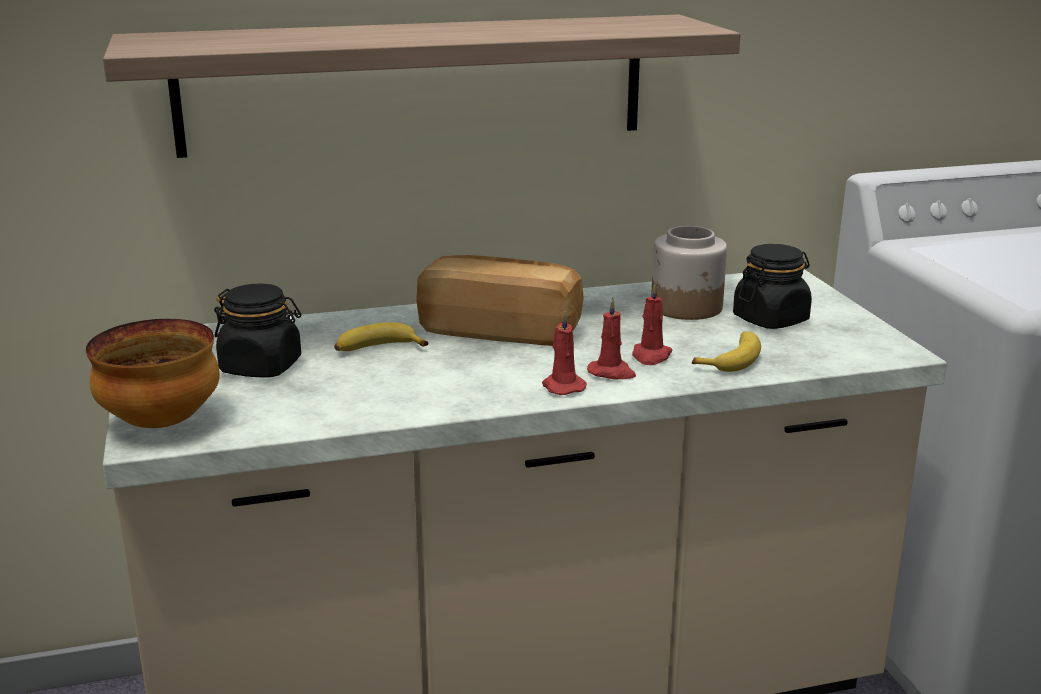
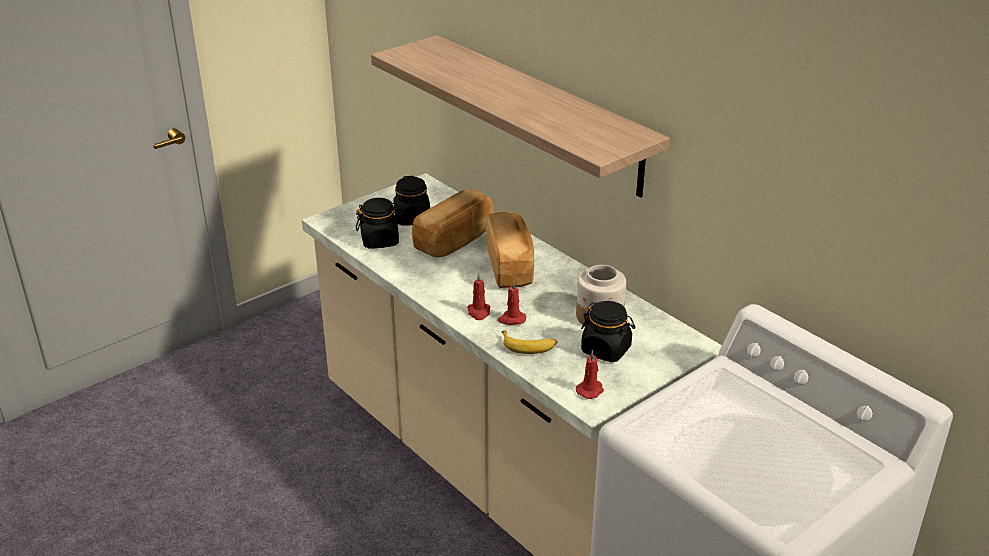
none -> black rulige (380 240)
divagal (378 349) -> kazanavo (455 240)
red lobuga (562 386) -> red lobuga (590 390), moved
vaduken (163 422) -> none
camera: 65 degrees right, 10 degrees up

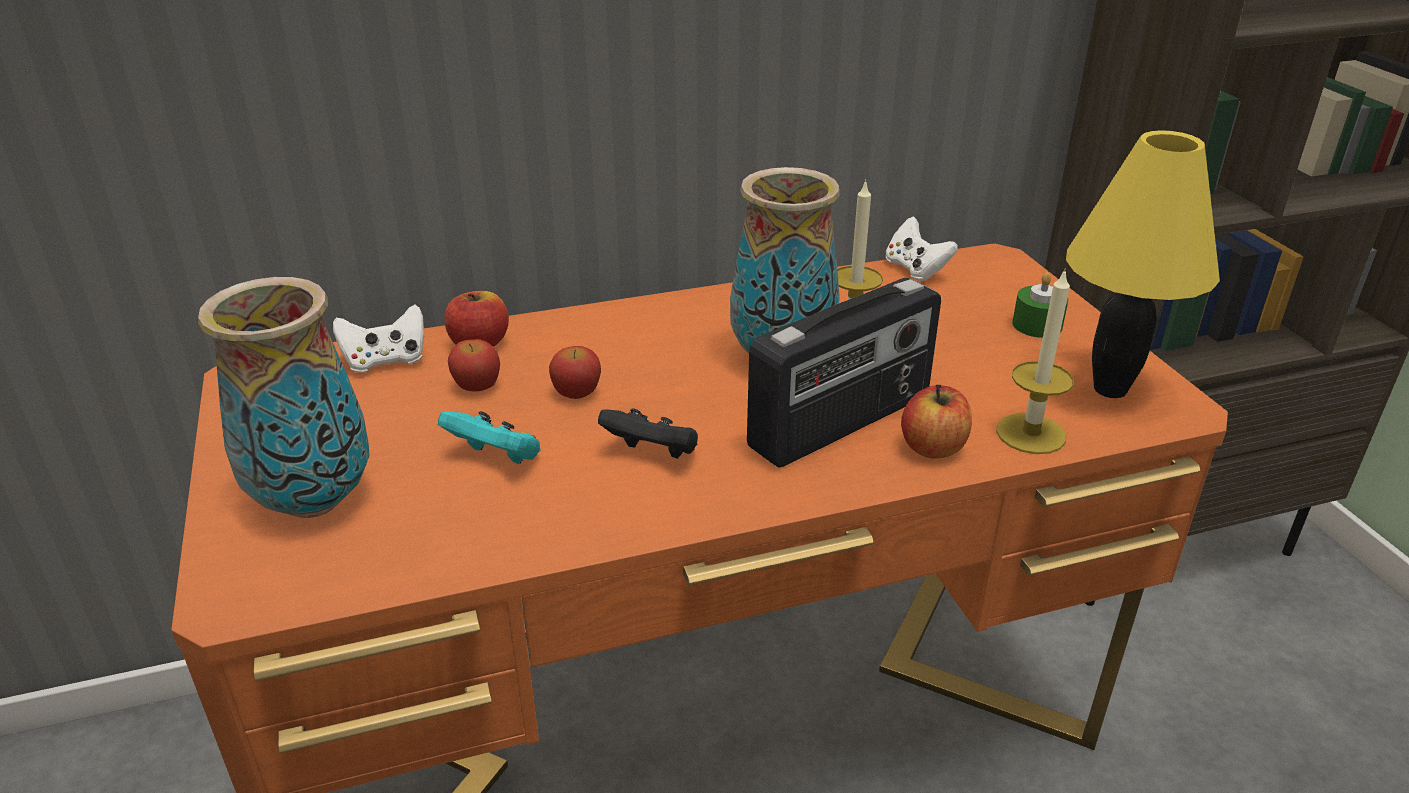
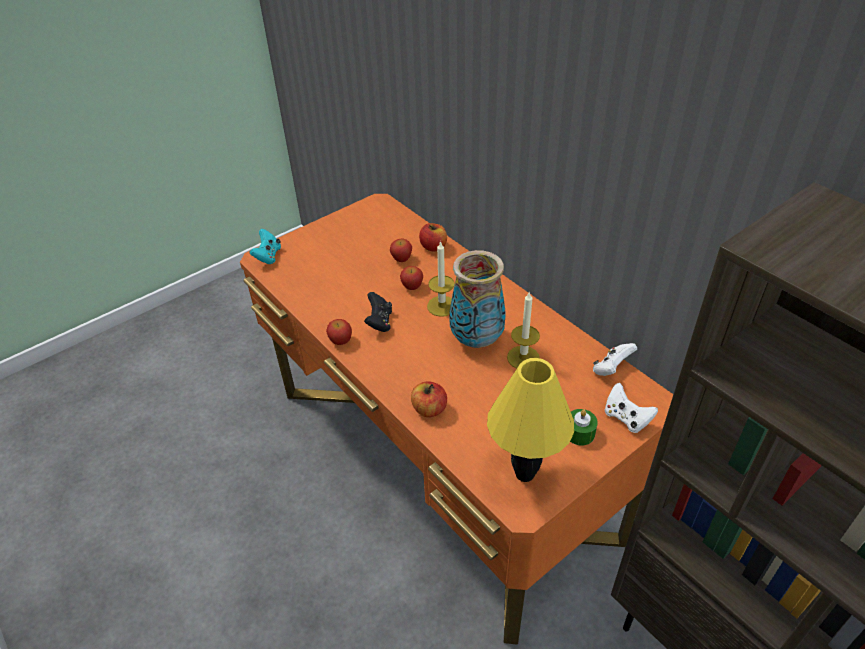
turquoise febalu (496 458) -> turquoise febalu (268 256), moved
none -> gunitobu (340 340)
lobuga (1030 433) -> lobuga (442 306), moved
white febalu (386 361) -> white febalu (626 418), moved
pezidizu (312 502) -> none
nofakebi (842 423) -> none
camera: 70 degrees right, 10 degrees up

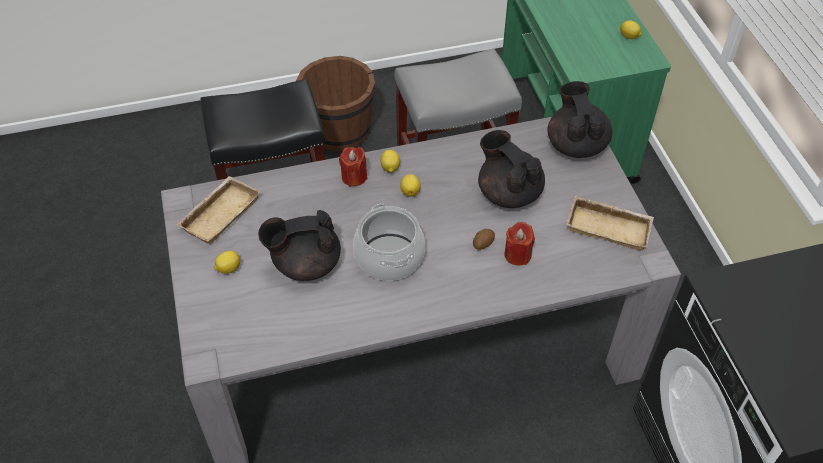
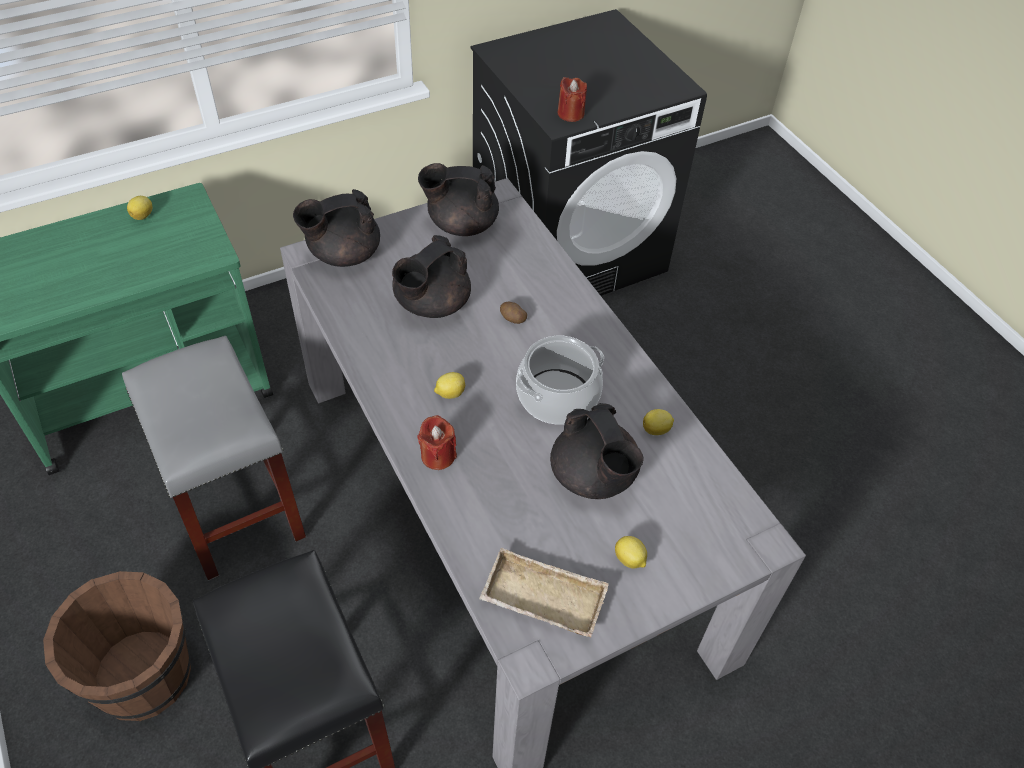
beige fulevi (610 226) -> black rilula (461 224)
red lobuga (517 255) -> red lobuga (570 113), moved
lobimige (390 168) -> lobimige (656 430), moved
camera: 105 degrees left, 0 degrees up

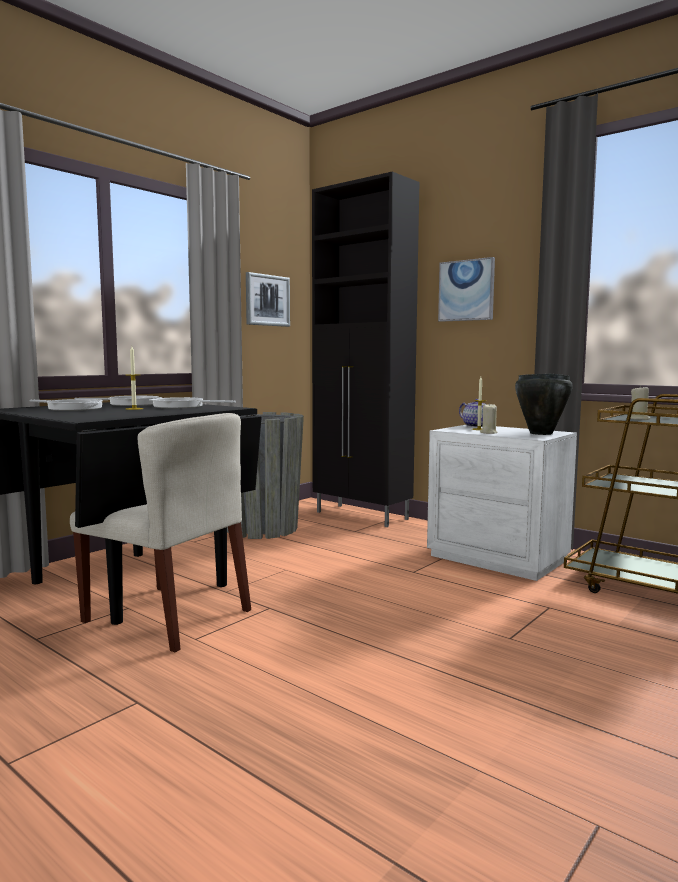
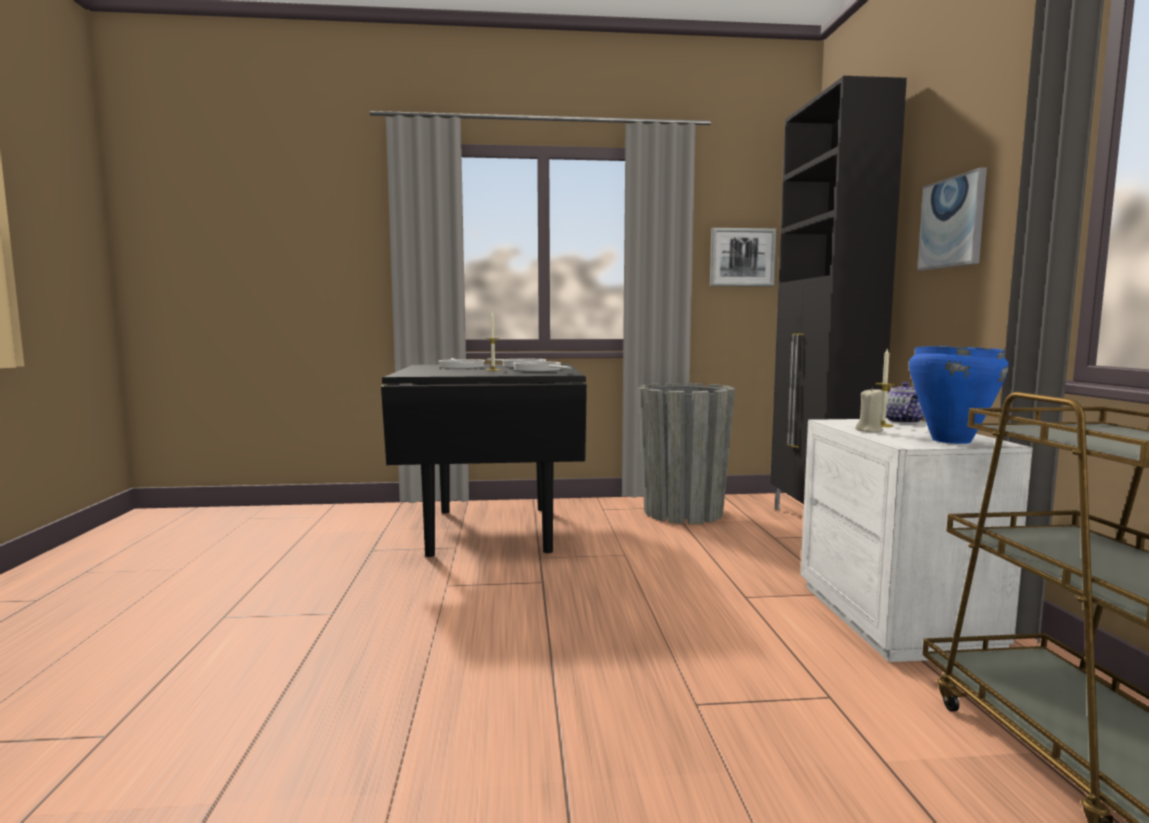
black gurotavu (540 433) -> blue gurotavu (950 440)
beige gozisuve (169 616) -> none
beige lobuga (638 419) -> none
camera: 45 degrees right, 0 degrees up

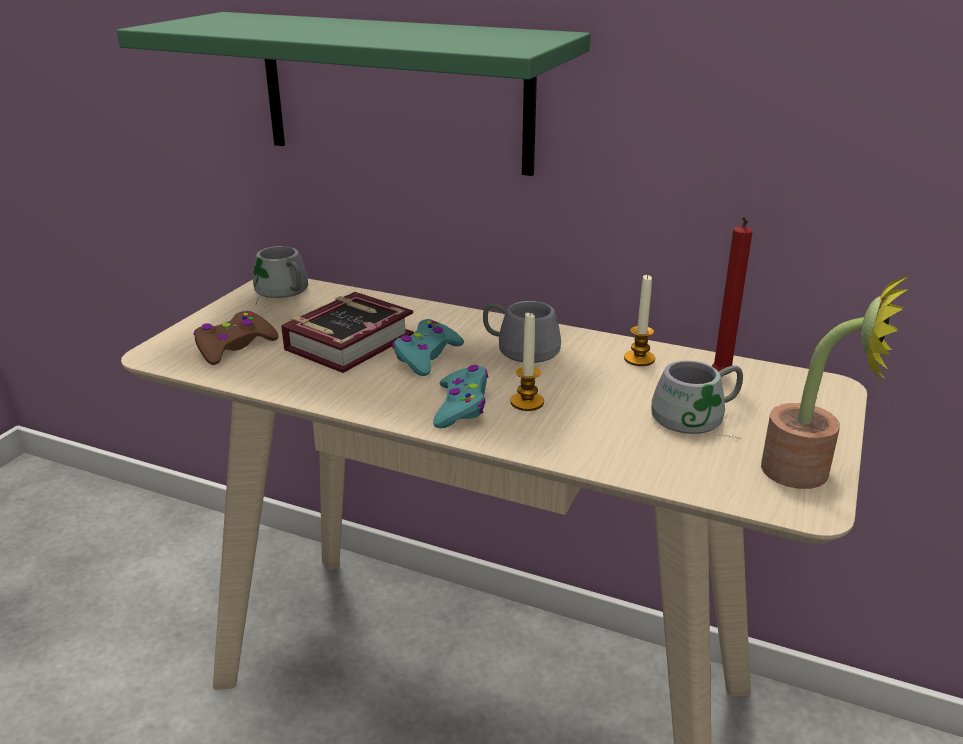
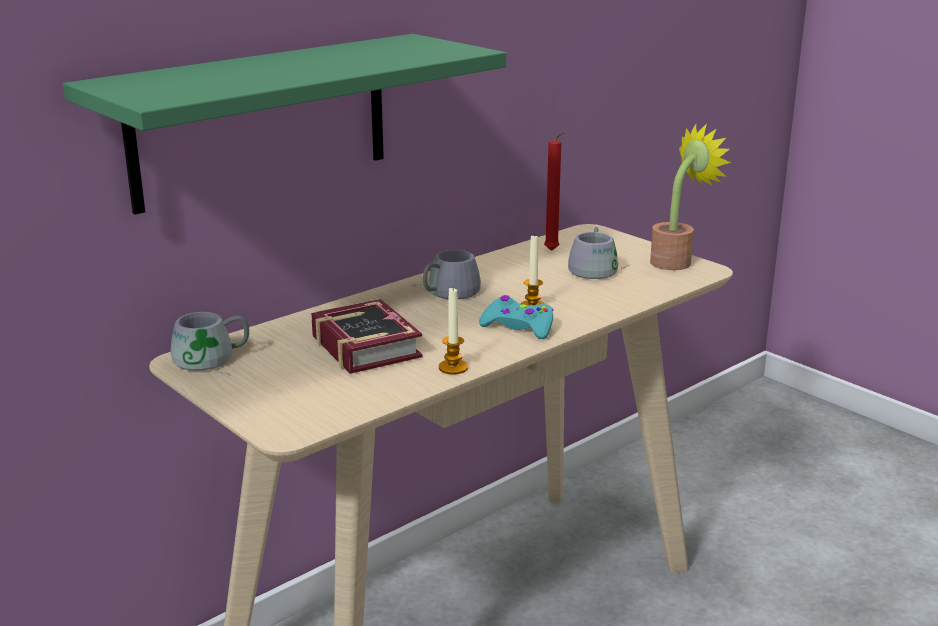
lobuga (639 359) -> lobuga (453 368), moved
brown febalu (234 347) -> none
turquoise febalu (426 356) -> none
camera: 65 degrees left, 5 degrees down

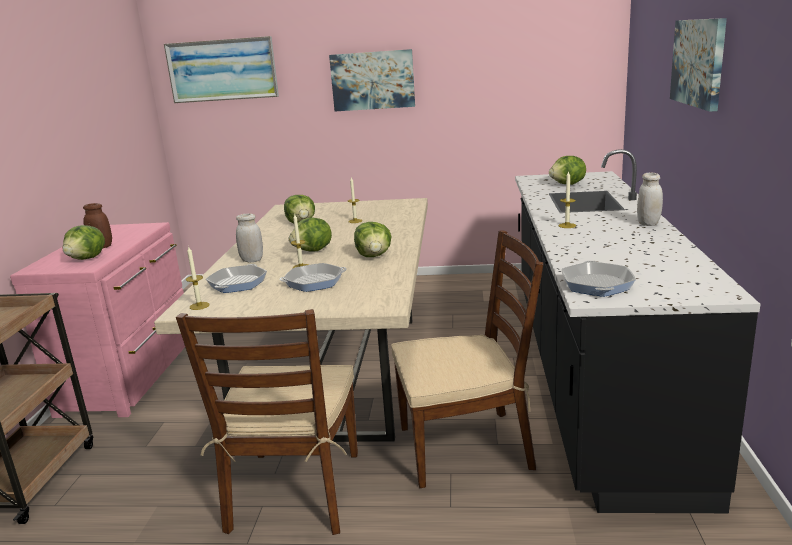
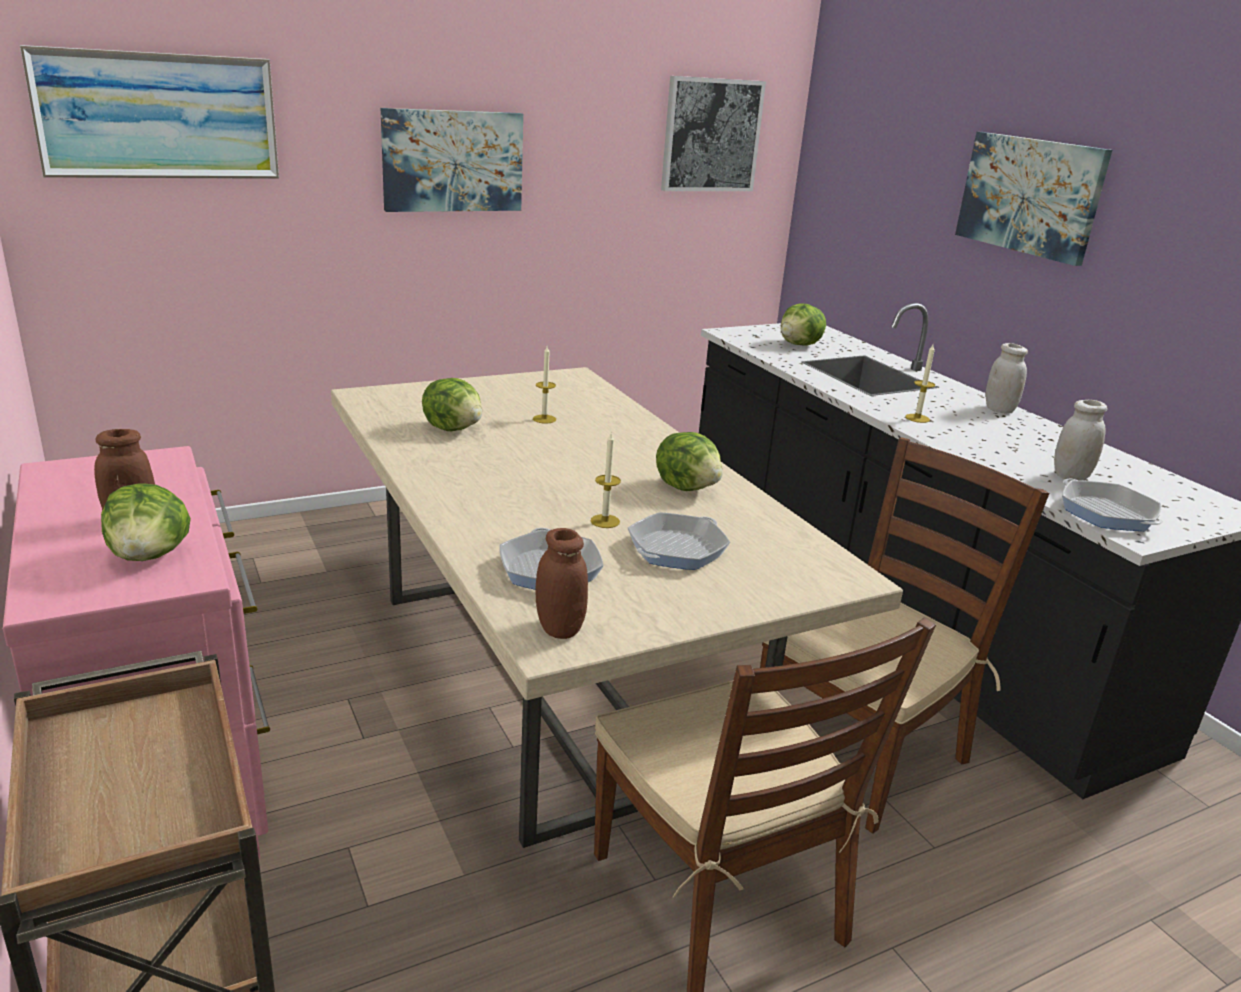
lobuga (199 306) -> brown rulige (559 628)
none -> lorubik (711 135)
white rulige (252 260) -> white rulige (1071 476), moved
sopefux (313 251) -> none
camera: 35 degrees left, 5 degrees up

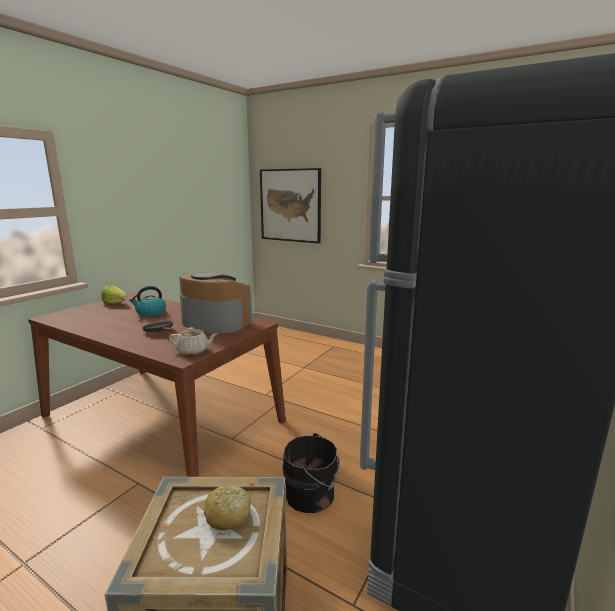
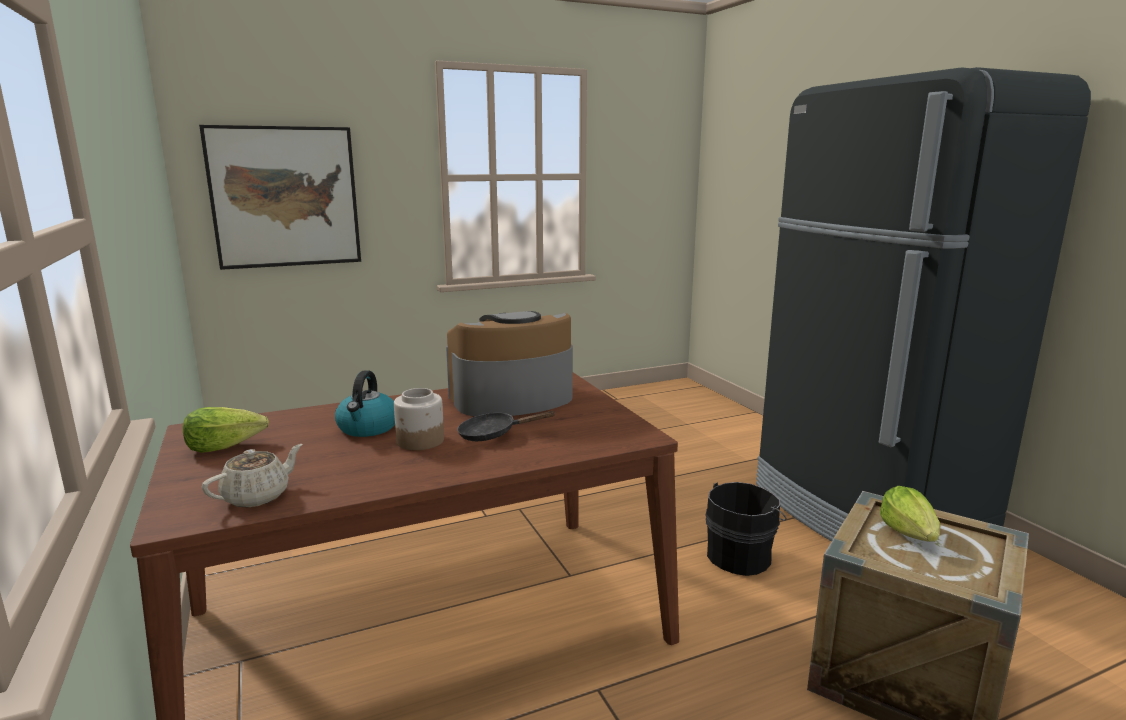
beige rilula (193 351) -> beige rilula (258 496), moved
none -> rulige (420 441)
kazanavo (228 515) -> sopefux (909 533)
camera: 55 degrees left, 0 degrees up

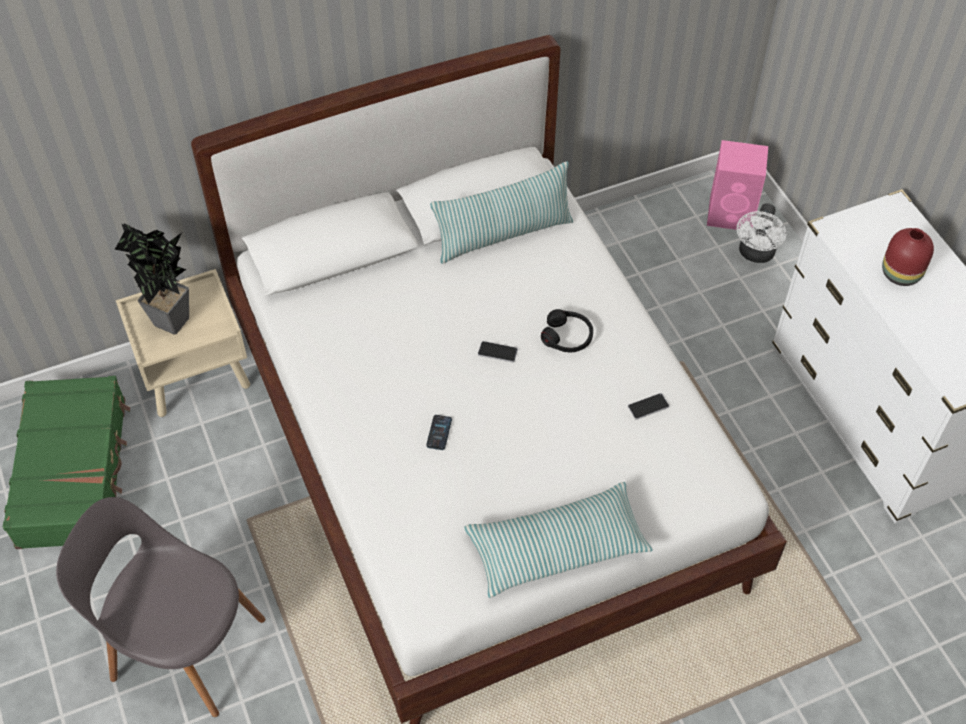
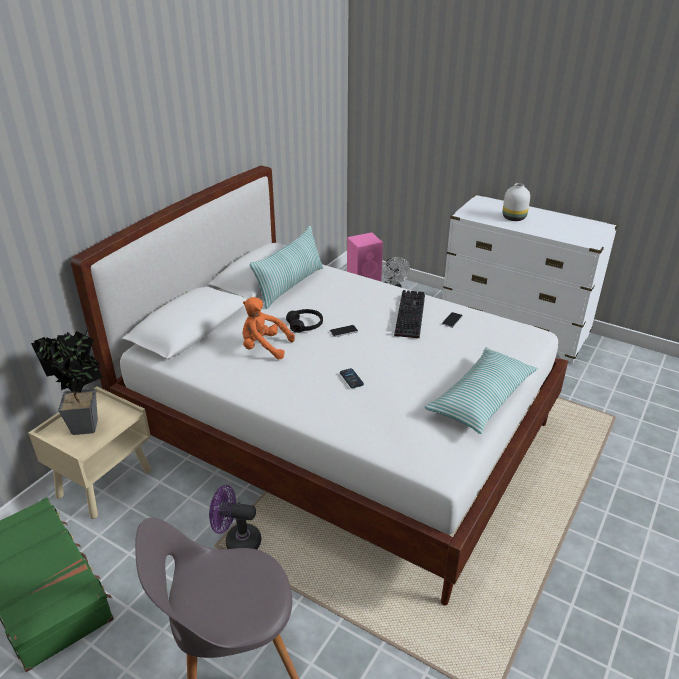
none -> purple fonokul (237 541)
none -> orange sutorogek (264 347)
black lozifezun (567 337) -> black lozifezun (305 325), moved
none -> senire (408 314)
red pezidizu (900 273) -> white pezidizu (513 218)
camera: 35 degrees left, 20 degrees down

